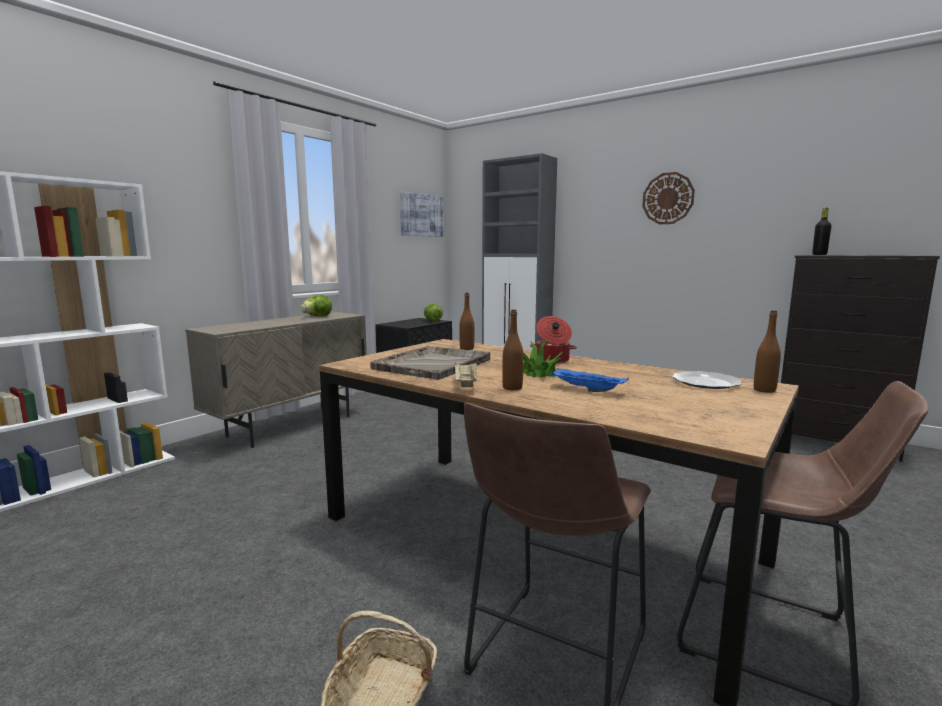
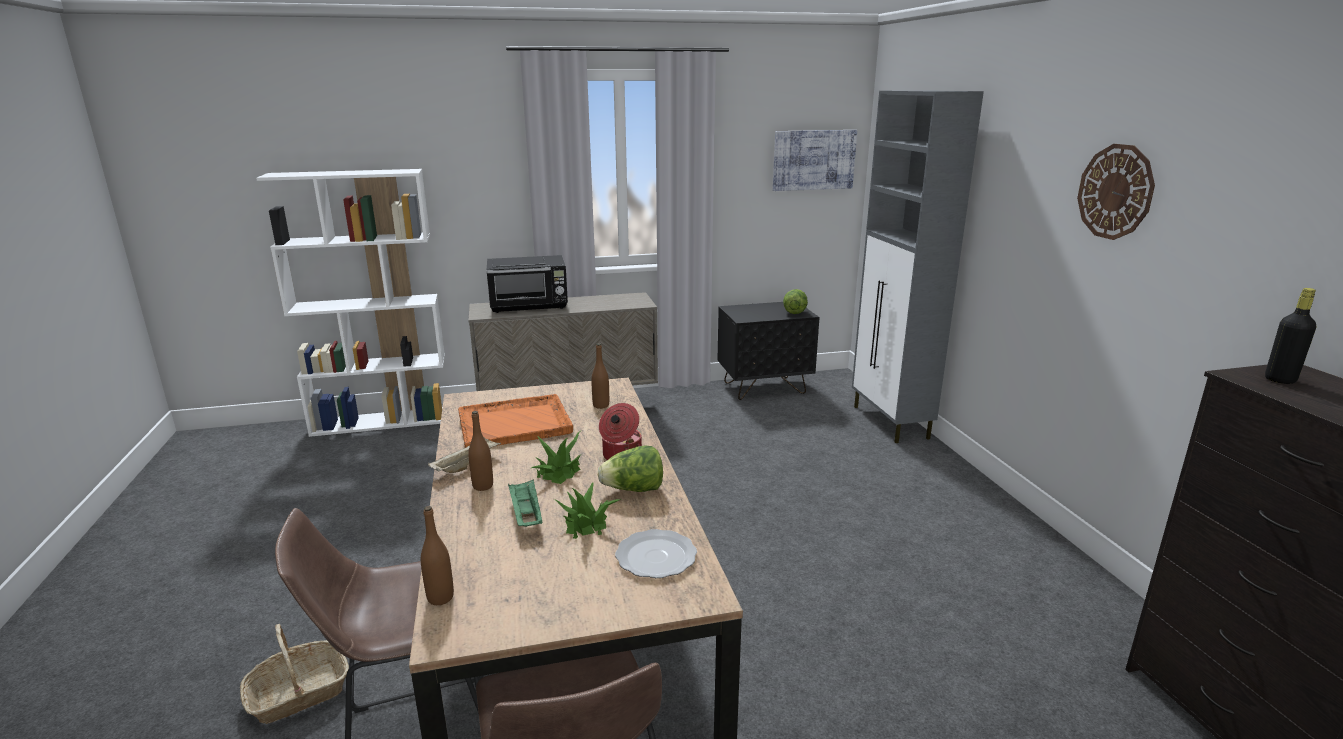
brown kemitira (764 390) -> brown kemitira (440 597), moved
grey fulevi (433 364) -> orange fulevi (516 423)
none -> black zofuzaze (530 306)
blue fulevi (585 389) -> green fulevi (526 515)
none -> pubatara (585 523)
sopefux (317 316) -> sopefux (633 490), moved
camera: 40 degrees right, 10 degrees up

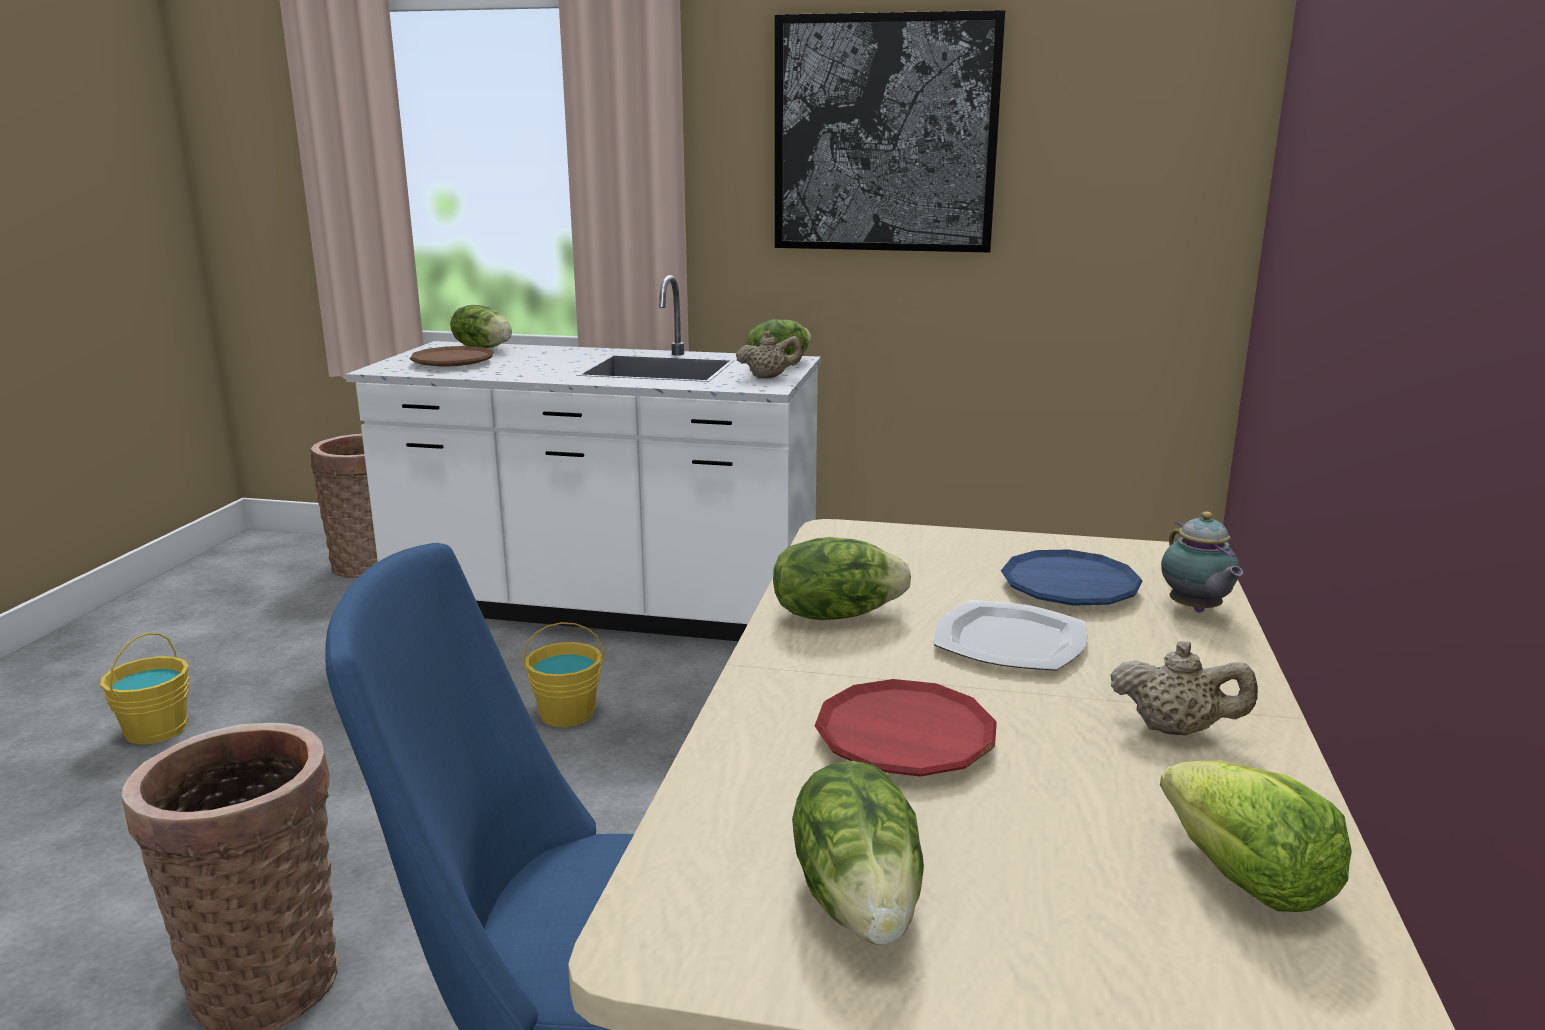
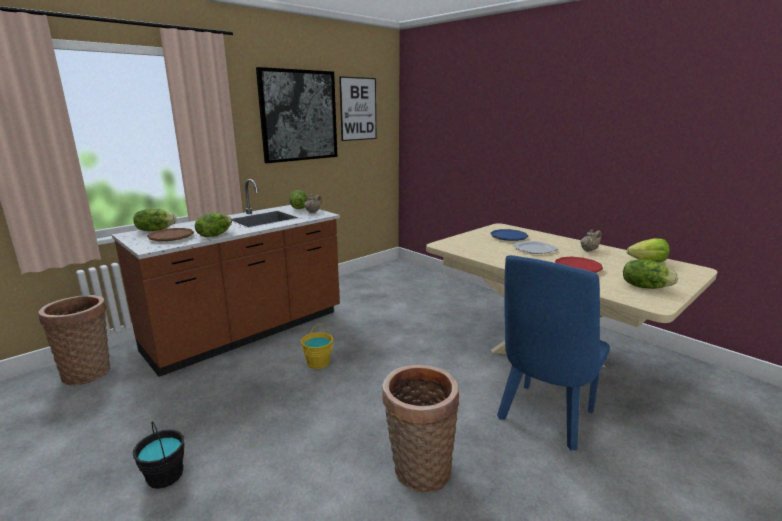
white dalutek (604 608) -> brown dalutek (247 332)
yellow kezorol (156 729) -> black kezorol (164 475)
sopefux (835 614) -> sopefux (214 235), moved
none -> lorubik (358 109)
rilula (1195 610) -> none
camera: 55 degrees left, 0 degrees up

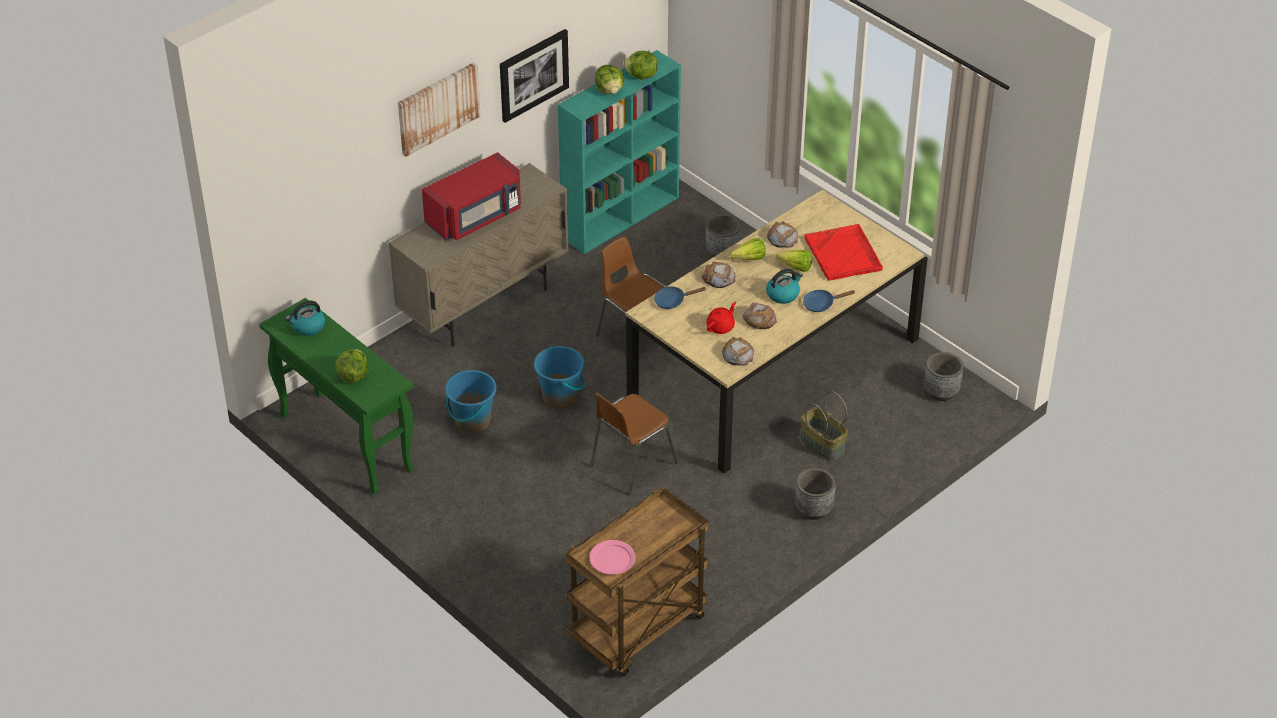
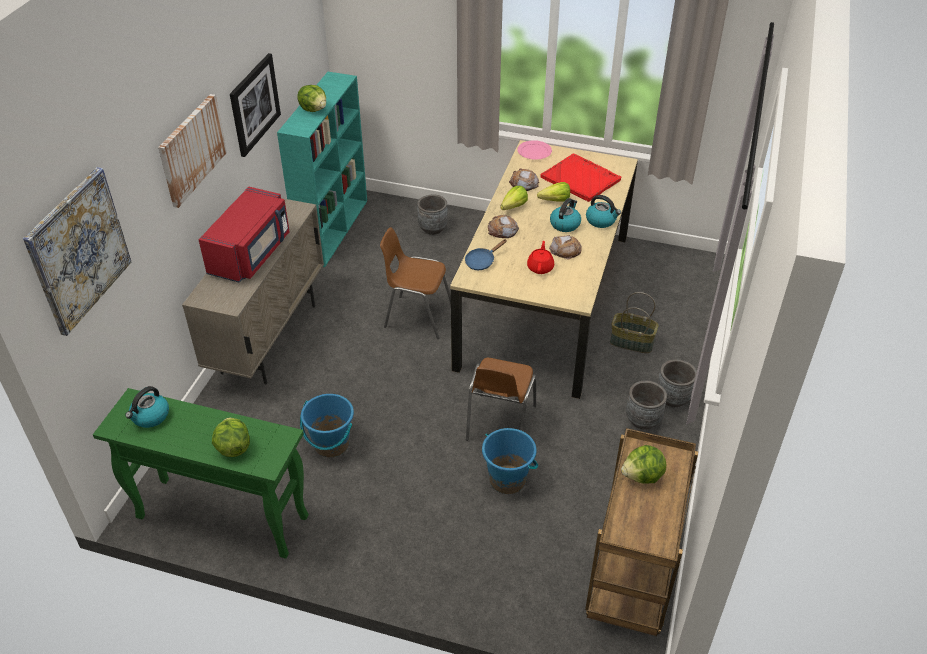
none -> lorubik (78 250)
blue kezorol (560 397) -> blue kezorol (508 479), moved
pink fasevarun (612 559) -> pink fasevarun (534 151), moved
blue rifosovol (821 304) -> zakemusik (601 220)
sopefux (641 76) -> sopefux (642 476), moved
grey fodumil (941 392) -> grey fodumil (643 420), moved
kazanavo (737 354) -> none
camera: 30 degrees left, 0 degrees up

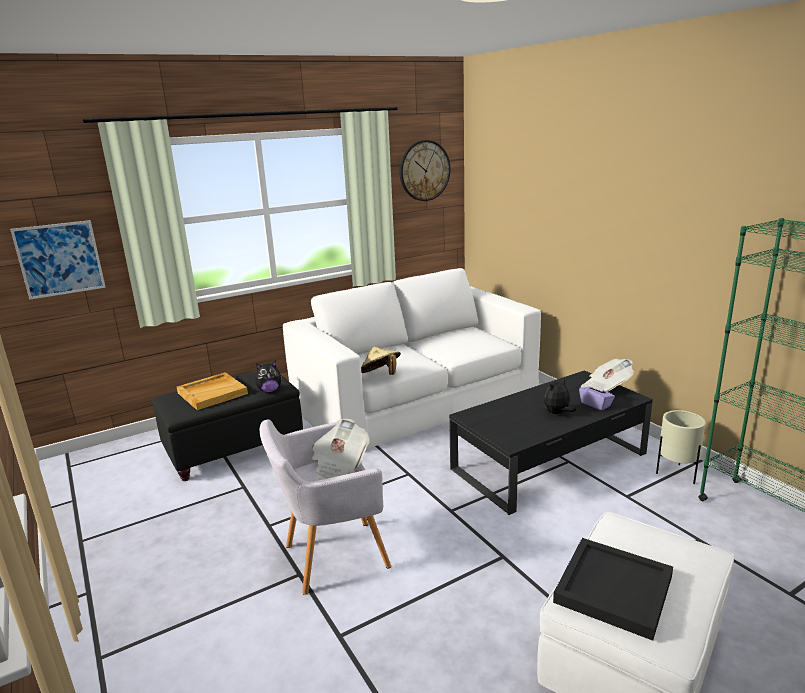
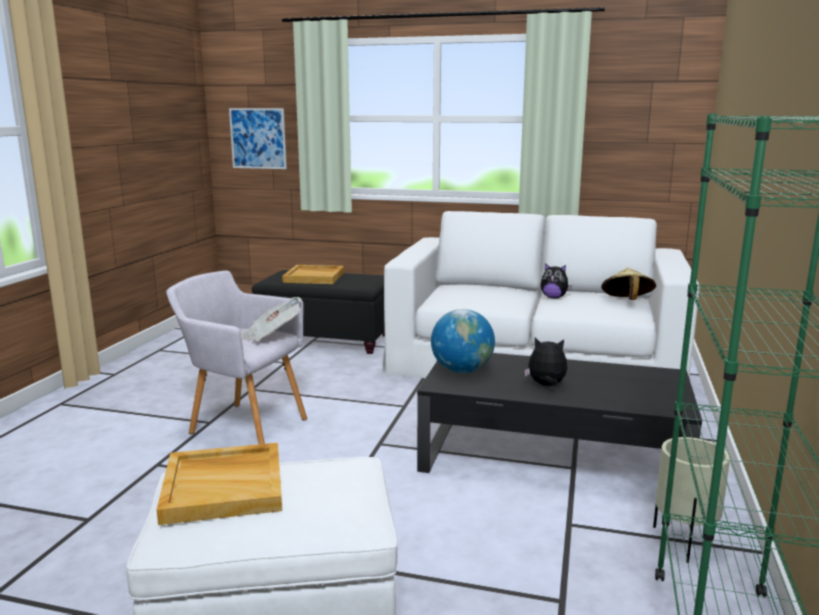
black fulevi (613 588) -> beige fulevi (225 486)
none -> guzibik (462 370)
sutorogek (269 391) -> sutorogek (554 297), moved
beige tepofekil (380 375) -> beige tepofekil (626 302), moved
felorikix (424 170) -> none
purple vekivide (596 404) -> none
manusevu (605 388) -> none
camera: 45 degrees right, 5 degrees down

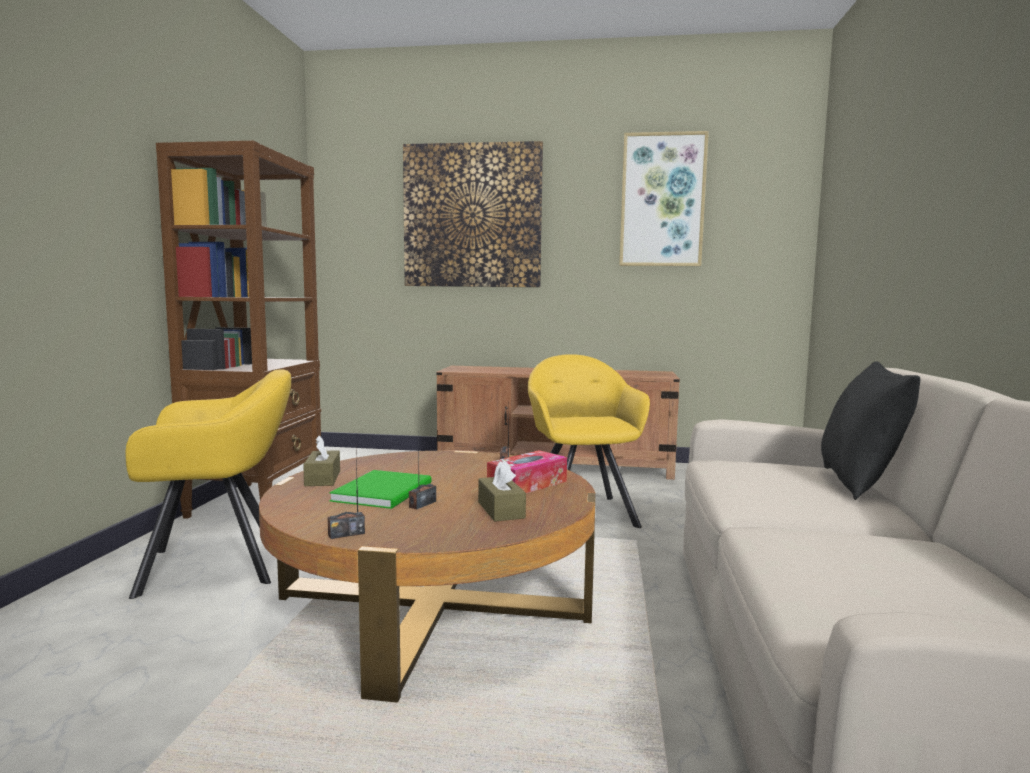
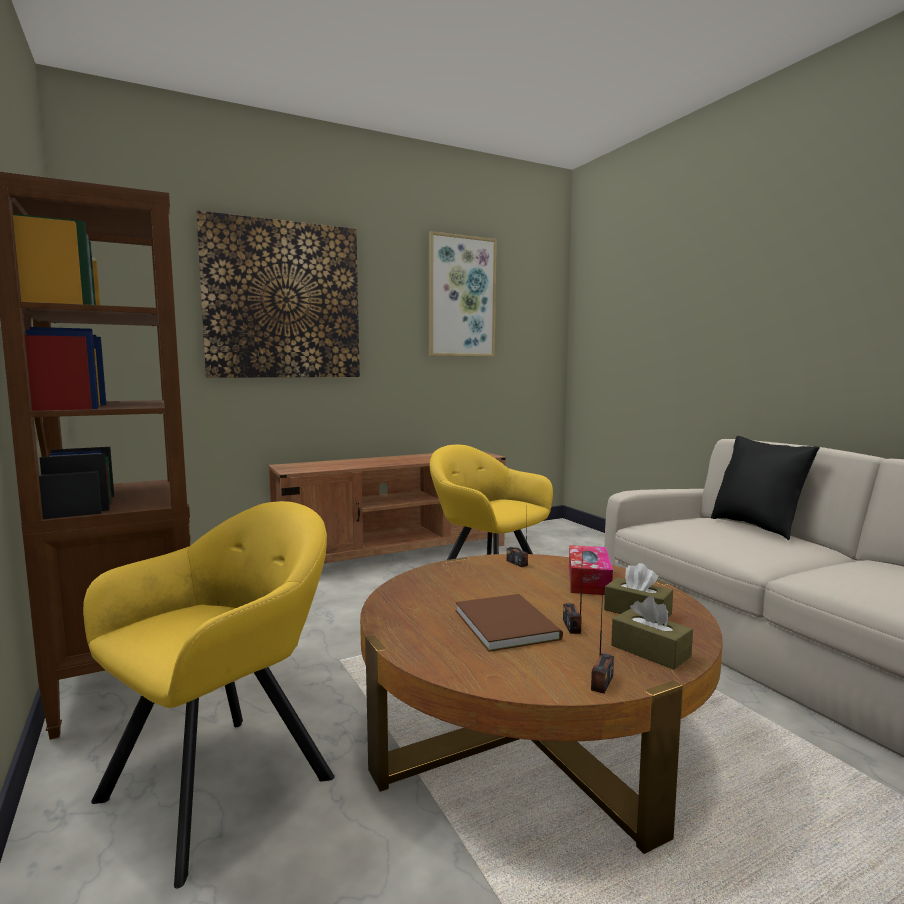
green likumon (386 491) -> brown likumon (507 623)
brown vekivide (322 478) -> brown vekivide (650 651), moved
camera: 35 degrees left, 0 degrees up

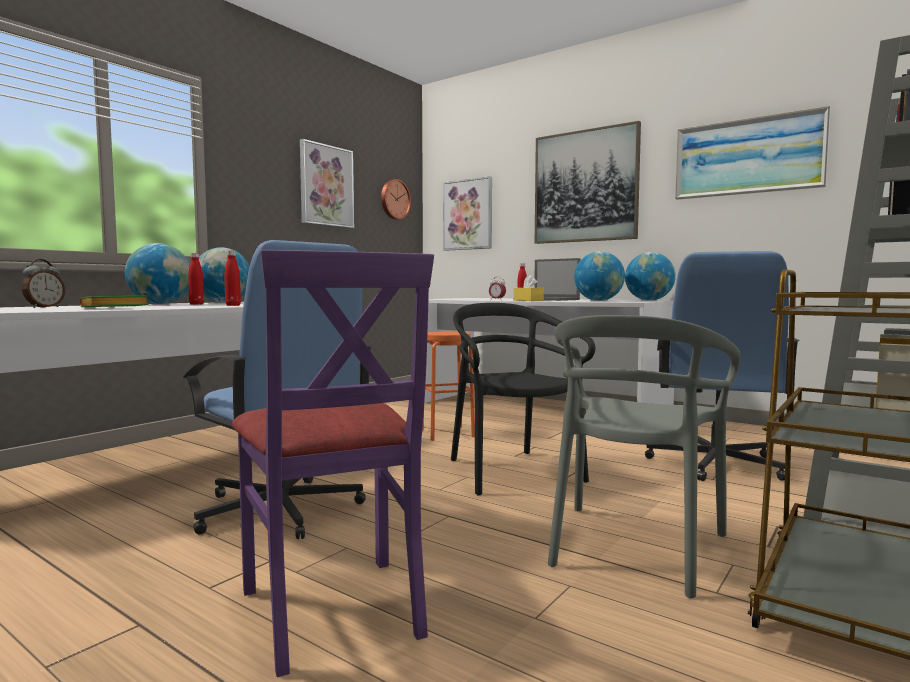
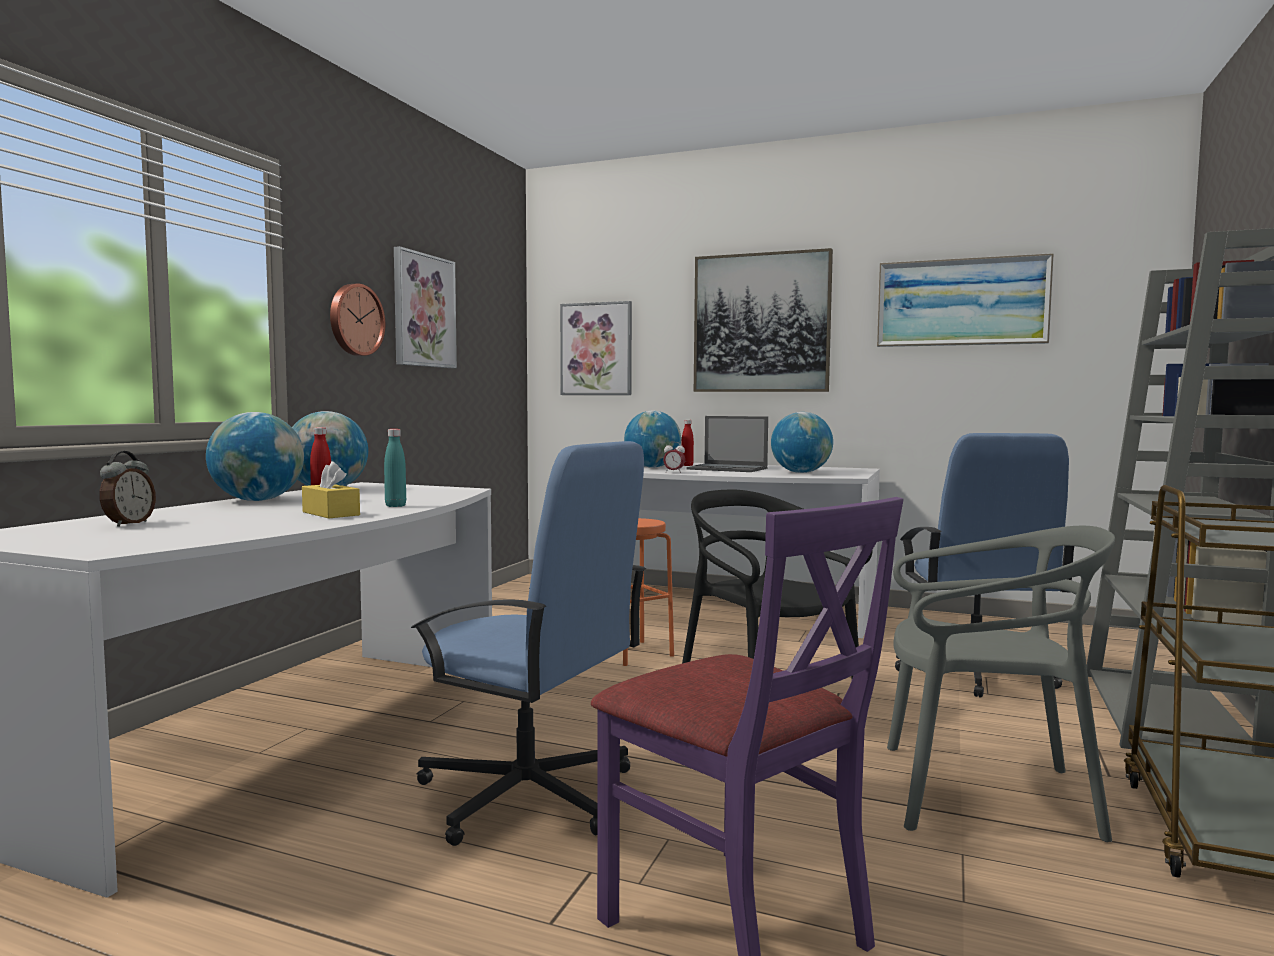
yellow vekivide (528 300) -> yellow vekivide (331 513), moved
felorikix (394 199) -> felorikix (355 320), moved
red kemitira (233 305) -> turquoise kemitira (395 506)
guzibik (649 300) -> guzibik (652 467), moved
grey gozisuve (634 546) -> grey gozisuve (983 794), 90 degrees counterclockwise
green likumon (113 308) -> none
camera: 15 degrees left, 0 degrees up

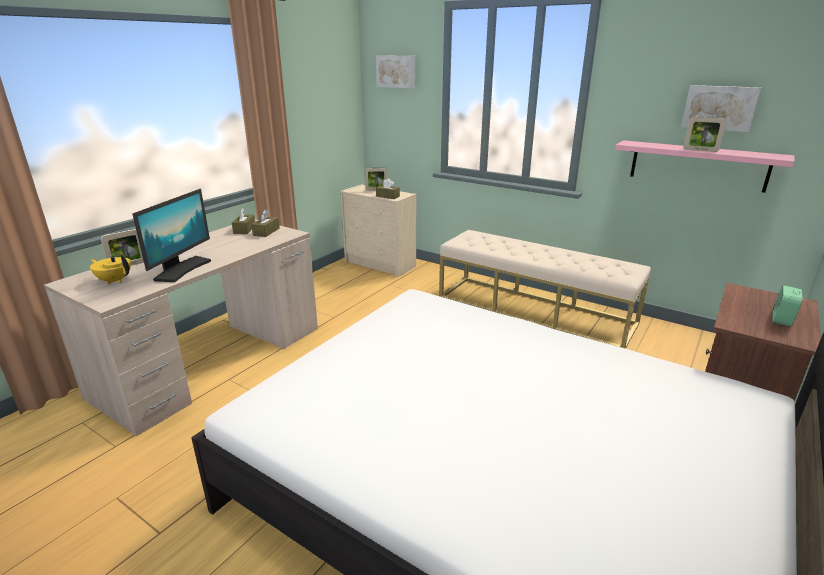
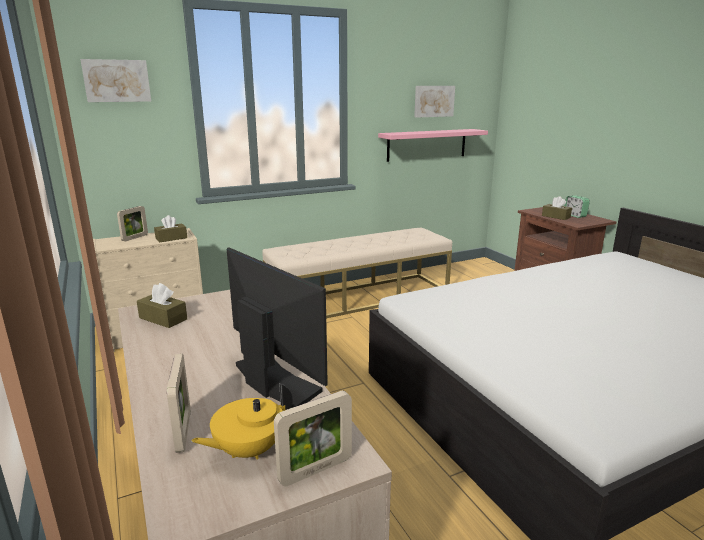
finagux (700 150) -> finagux (315 470), moved
brown vekivide (266 232) -> brown vekivide (556 216), moved
camera: 60 degrees left, 5 degrees down

